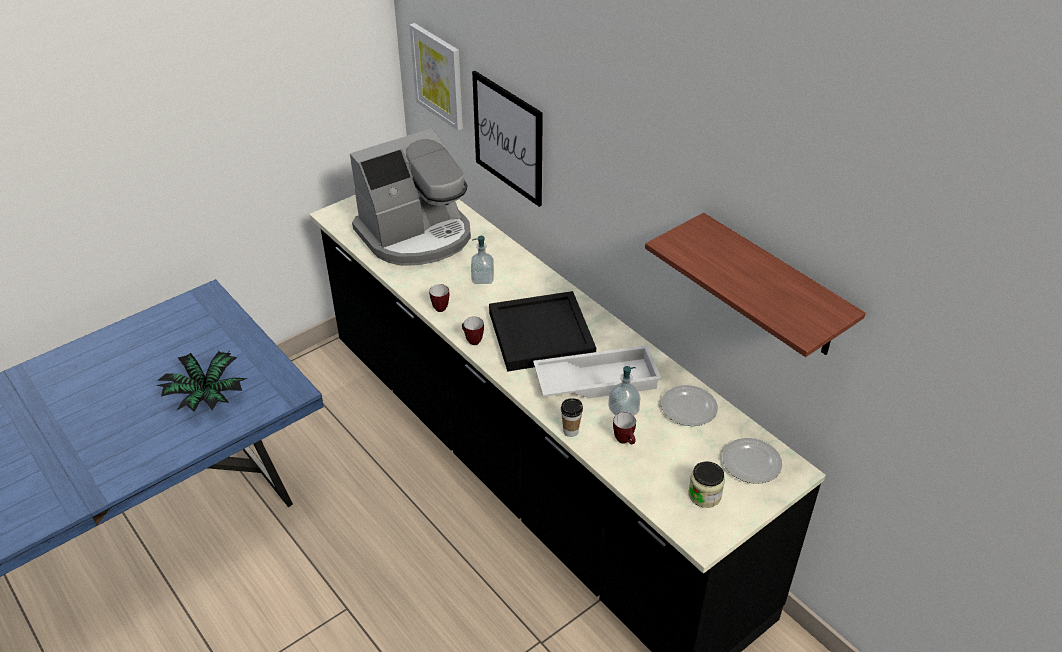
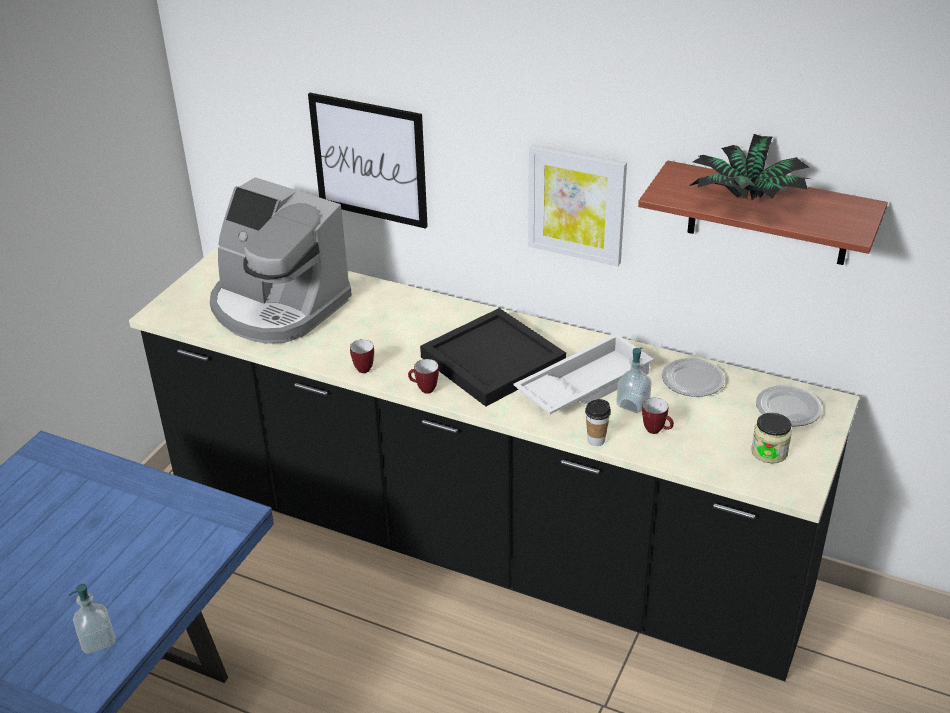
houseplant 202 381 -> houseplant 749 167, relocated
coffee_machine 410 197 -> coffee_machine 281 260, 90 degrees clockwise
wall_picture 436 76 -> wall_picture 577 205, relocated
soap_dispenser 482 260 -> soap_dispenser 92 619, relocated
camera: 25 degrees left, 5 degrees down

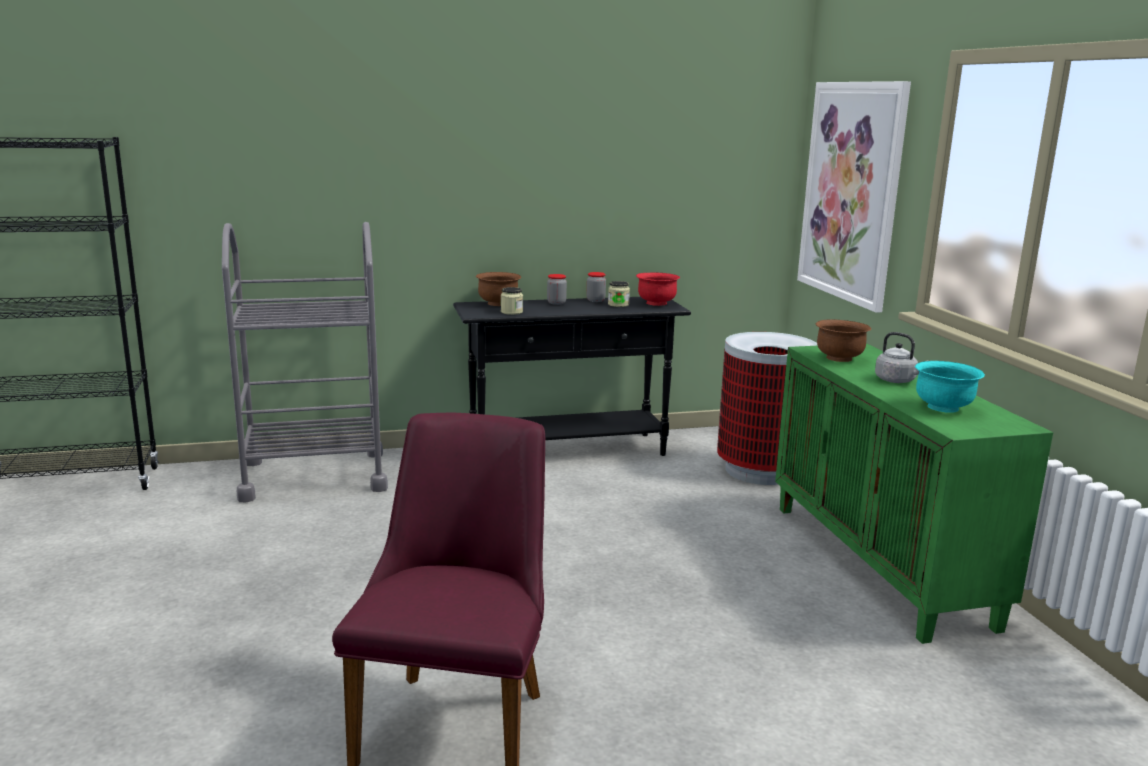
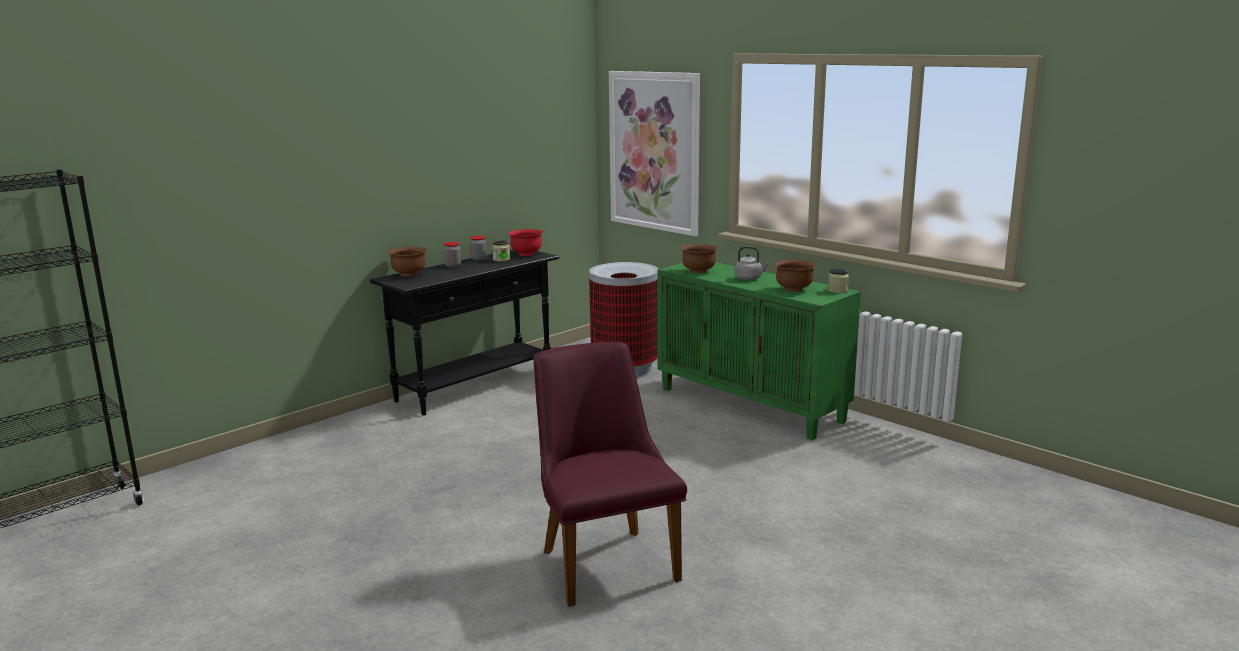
gray_wheeled_cart 305 362 -> none
storage_jar 512 301 -> storage_jar 838 280, relocated
turquoise-coloured_deep_dish 950 387 -> brown_deep_dish 795 276
camera: 30 degrees left, 0 degrees up

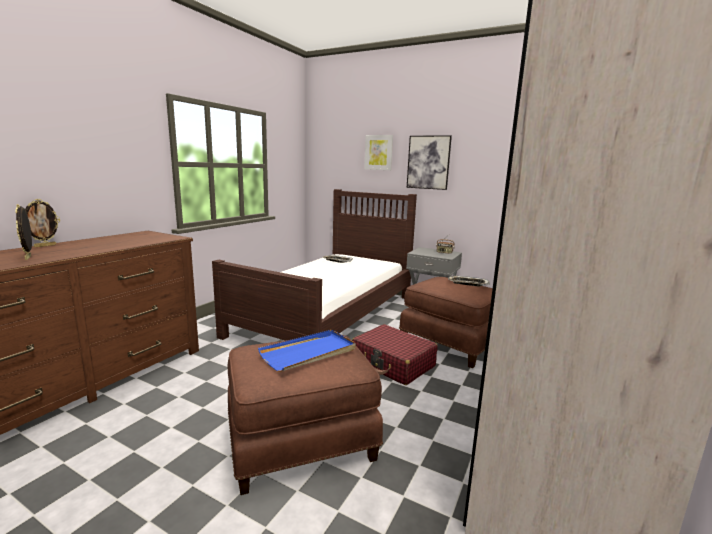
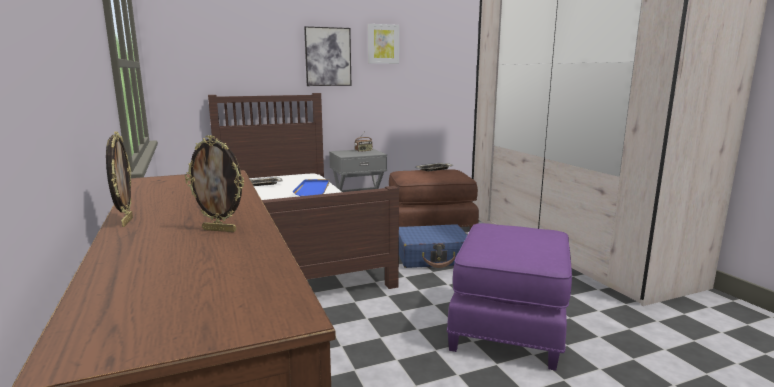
brown_ottoman 305 415 -> purplish_ottoman 509 297
bluish_tray 307 351 -> bluish_tray 311 187, relocated
reddish_suitcase 395 354 -> bluish_suitcase 433 246
wall_picture 378 152 -> wall_picture 383 44, relocated
camera: 50 degrees left, 0 degrees up

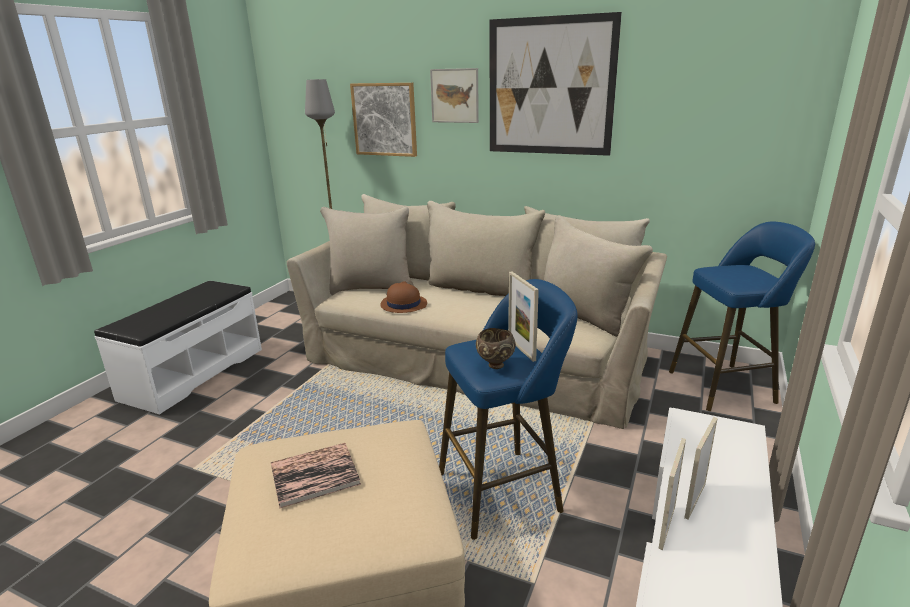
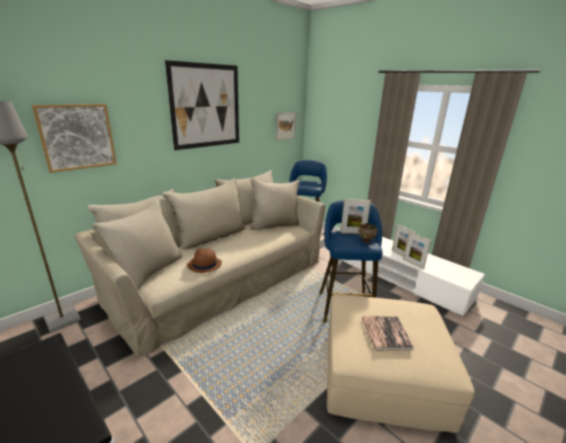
wall_picture 454 95 -> wall_picture 286 126, relocated
camera: 70 degrees left, 0 degrees up

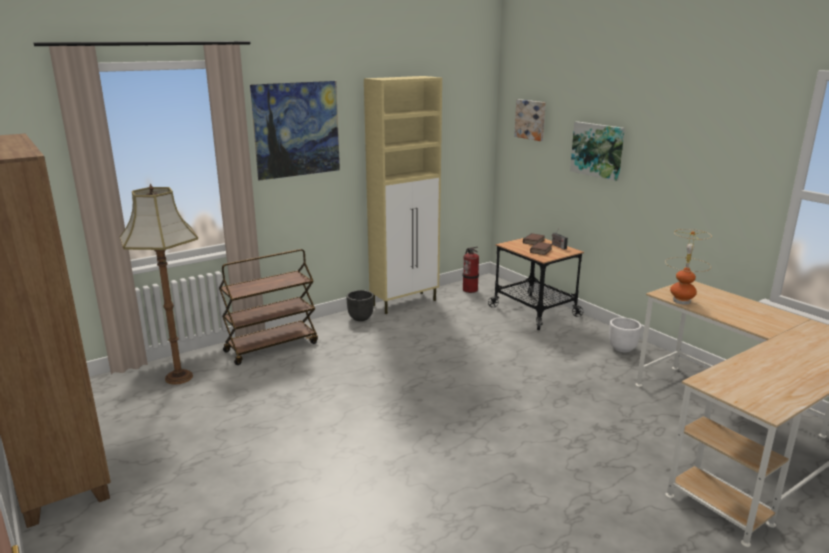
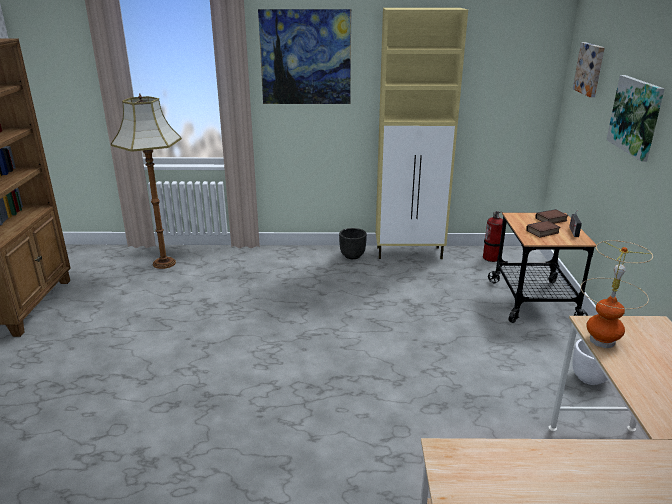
brown_wheeled_cart 268 307 -> none
camera: 35 degrees right, 5 degrees up

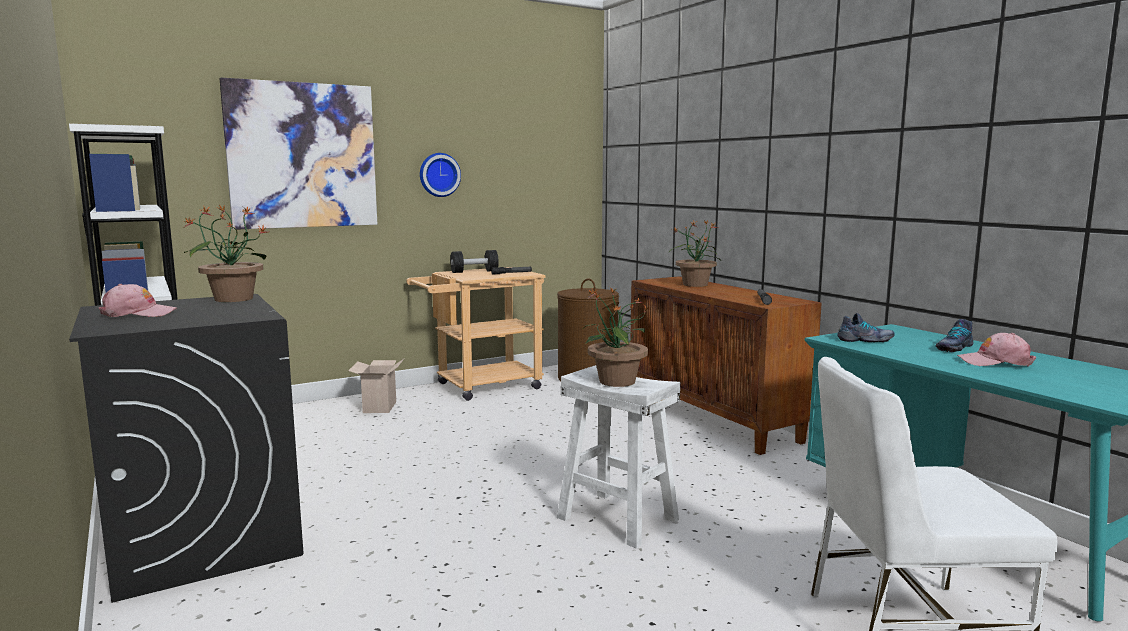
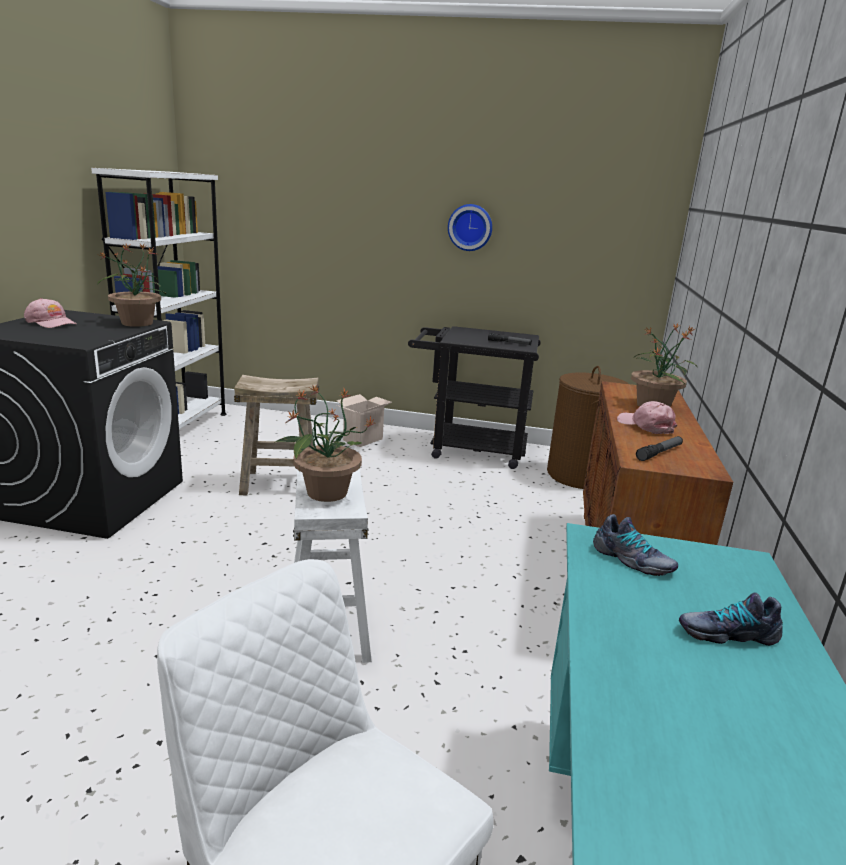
wall_picture 298 154 -> none
beige-coloured_wheeled_cart 476 334 -> black_wheeled_cart 474 397
black_free_weight 474 261 -> none
pink-coloured_cap 996 349 -> pink-coloured_cap 647 417, relocated
none -> beige-coloured_stool 276 435
camera: 40 degrees right, 10 degrees up

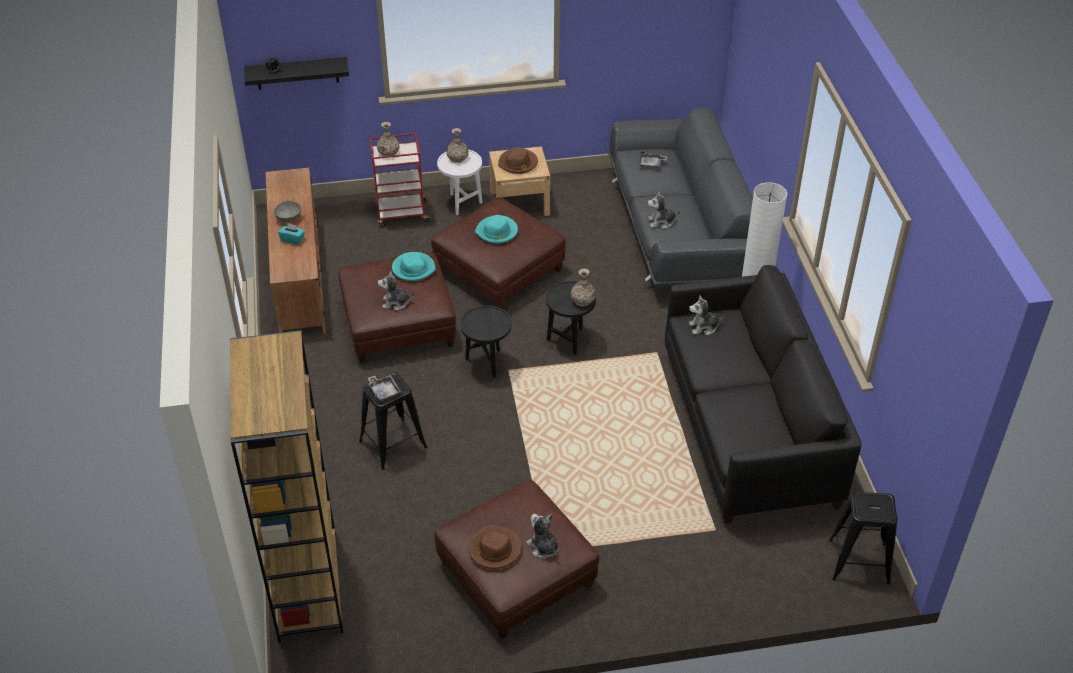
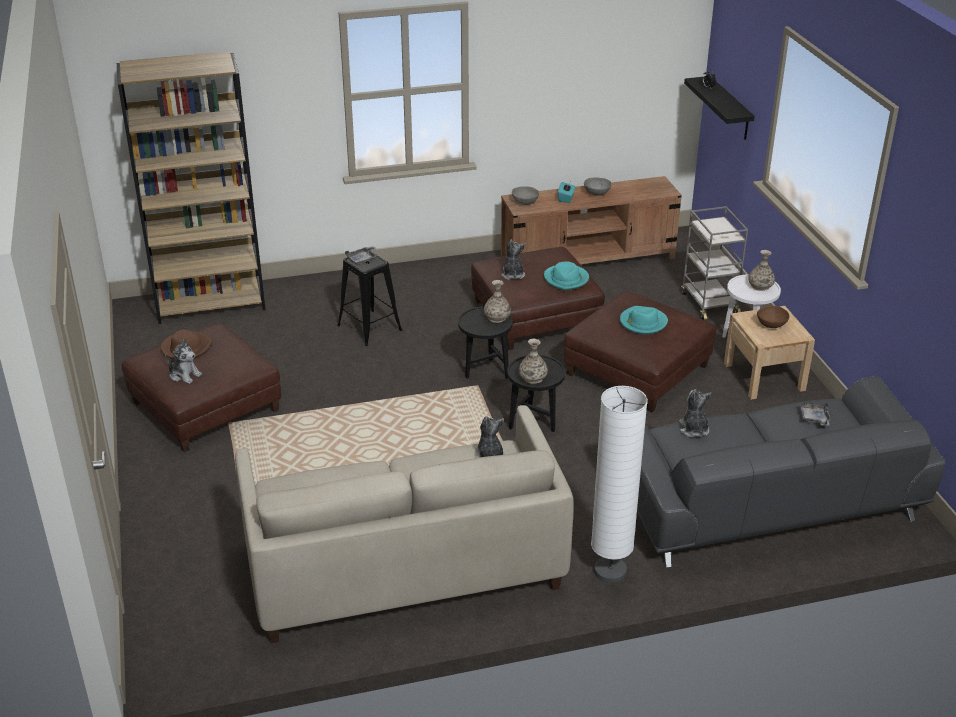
reddish_wheeled_cart 401 180 -> gray_wheeled_cart 714 263
vase 388 139 -> vase 497 301, relocated
brown_clothing_hat 518 160 -> brown_deep_dish 773 317
cuddly_toy 542 535 -> cuddly_toy 183 361, 75 degrees clockwise
black_couch 763 394 -> beige-coloured_couch 404 524
black_stool 863 538 -> none
none -> gray_deep_dish 525 195
camera: 85 degrees right, 10 degrees down

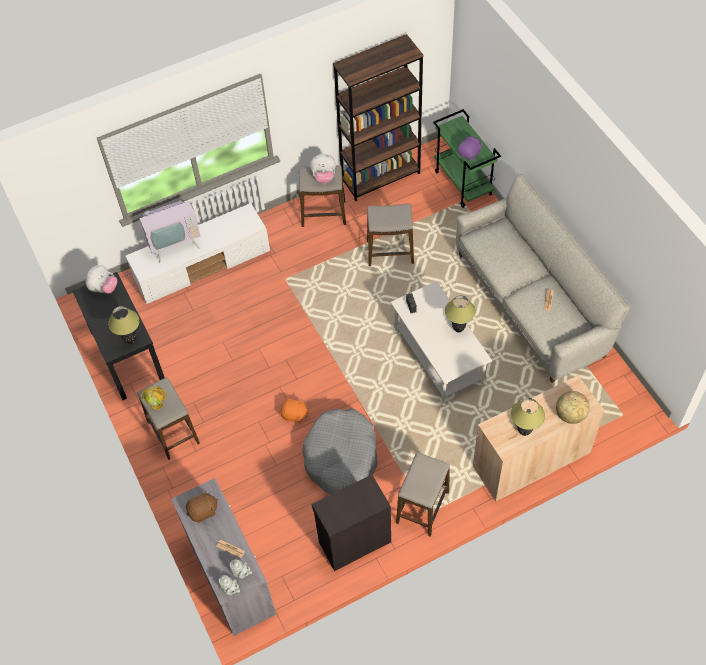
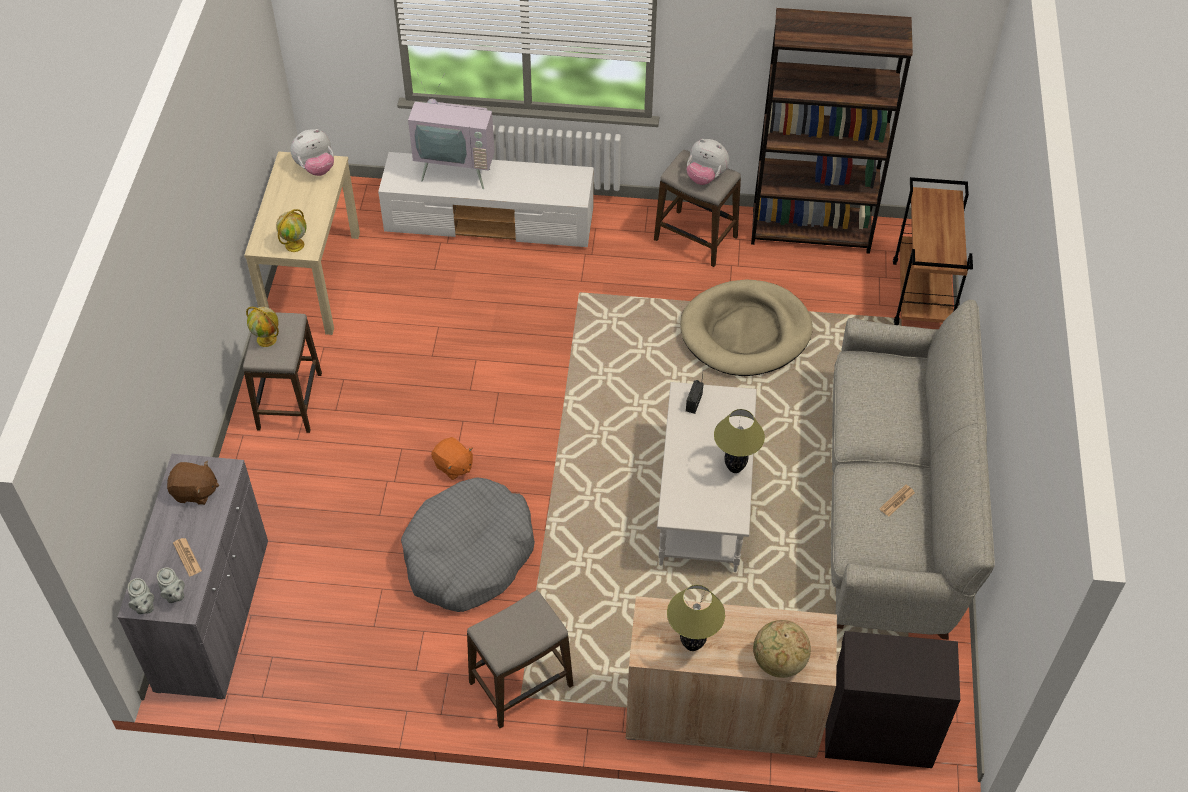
black_console_table 118 336 -> beige-coloured_console_table 302 243
lamp_for_a_table 124 325 -> globe 291 230
black_storage_cabinet 351 523 -> black_storage_cabinet 892 699, relocated
stool 390 234 -> beige-coloured_pet_bed 746 328
green_wheeled_cart 467 158 -> brown_wheeled_cart 933 251
purplish_cuddly_toy 470 148 -> none
camera: 30 degrees right, 5 degrees down

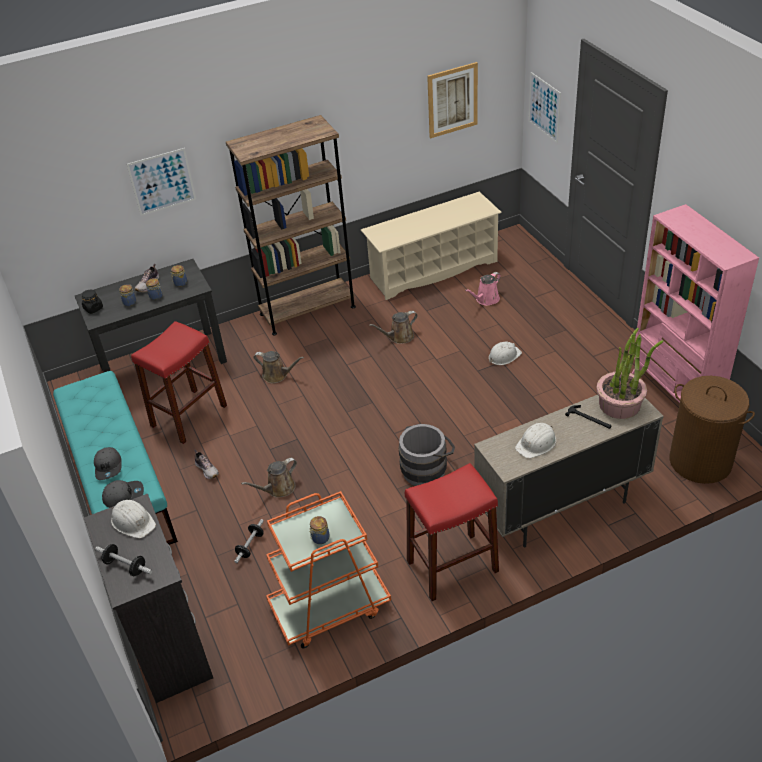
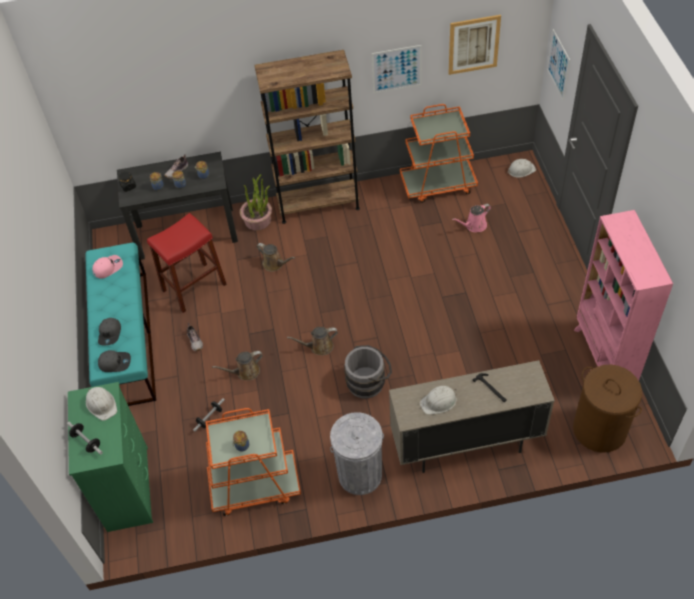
black_dresser 148 598 -> green_dresser 110 457
wall_picture 161 182 -> wall_picture 397 69, relocated
beige-coloured_shoe_rack 431 246 -> orange_wheeled_cart 439 153
brown_watering_pot 393 327 -> brown_watering_pot 312 341, relocated
reddish_stool 452 532 -> gray_rubbish_bin 357 453
whitish_safety_helmet 505 353 -> whitish_safety_helmet 521 168, relocated
houseplant 630 373 -> houseplant 256 202, relocated
none -> pink-coloured_cap 107 267
camera: 15 degrees right, 10 degrees up

